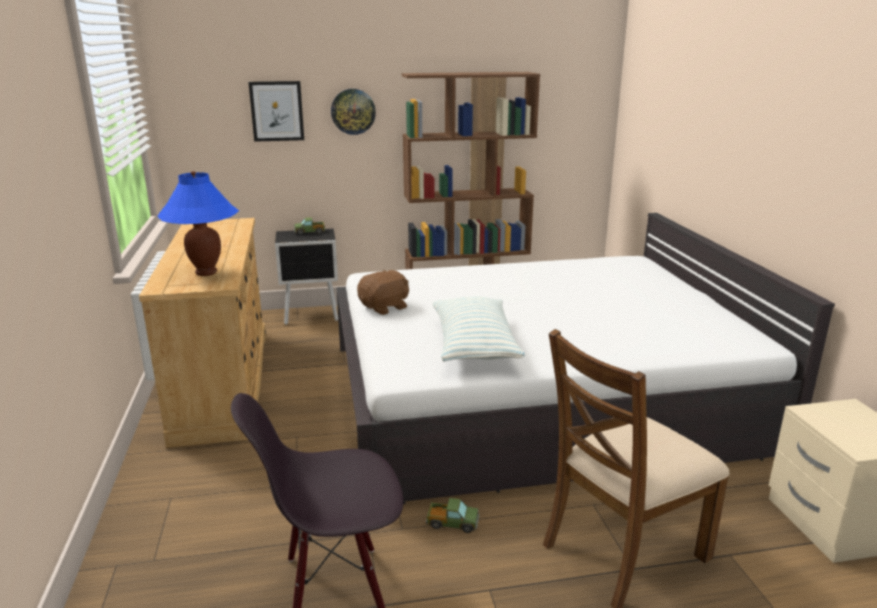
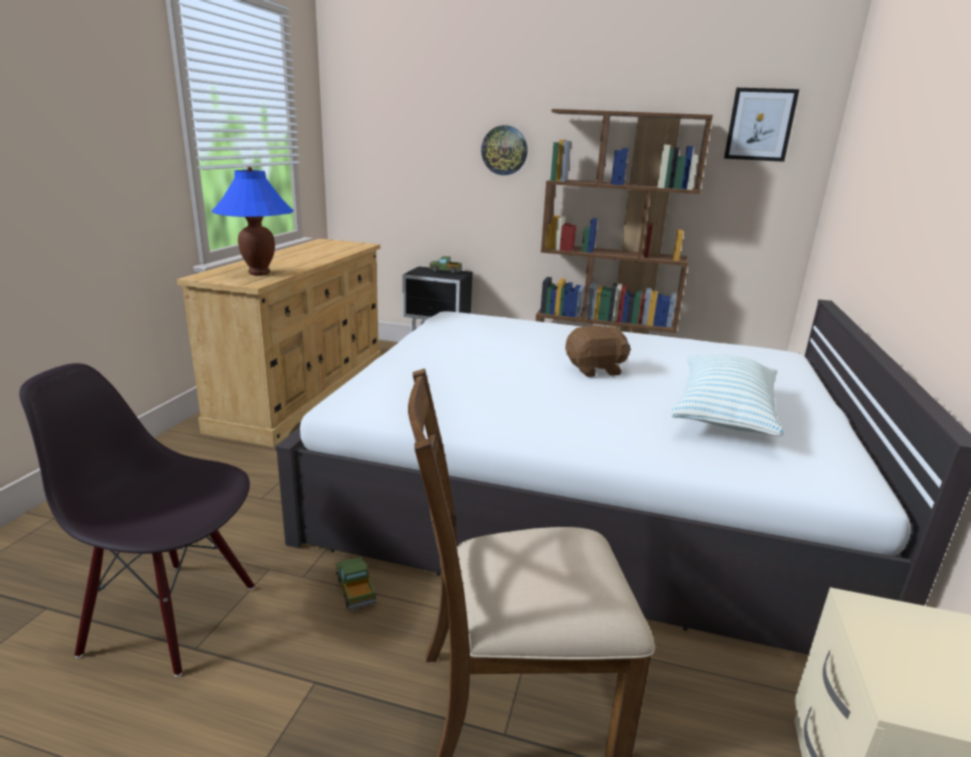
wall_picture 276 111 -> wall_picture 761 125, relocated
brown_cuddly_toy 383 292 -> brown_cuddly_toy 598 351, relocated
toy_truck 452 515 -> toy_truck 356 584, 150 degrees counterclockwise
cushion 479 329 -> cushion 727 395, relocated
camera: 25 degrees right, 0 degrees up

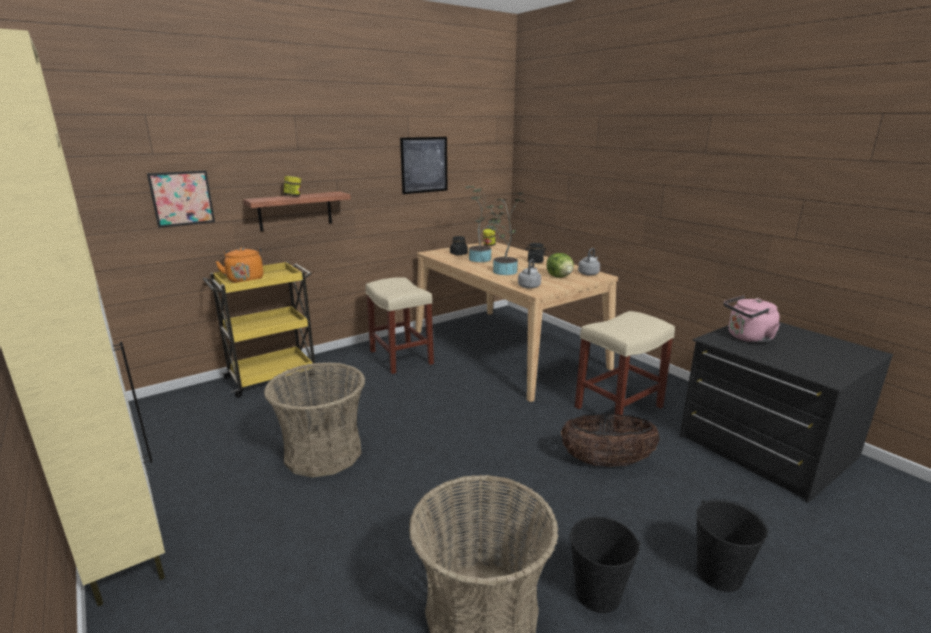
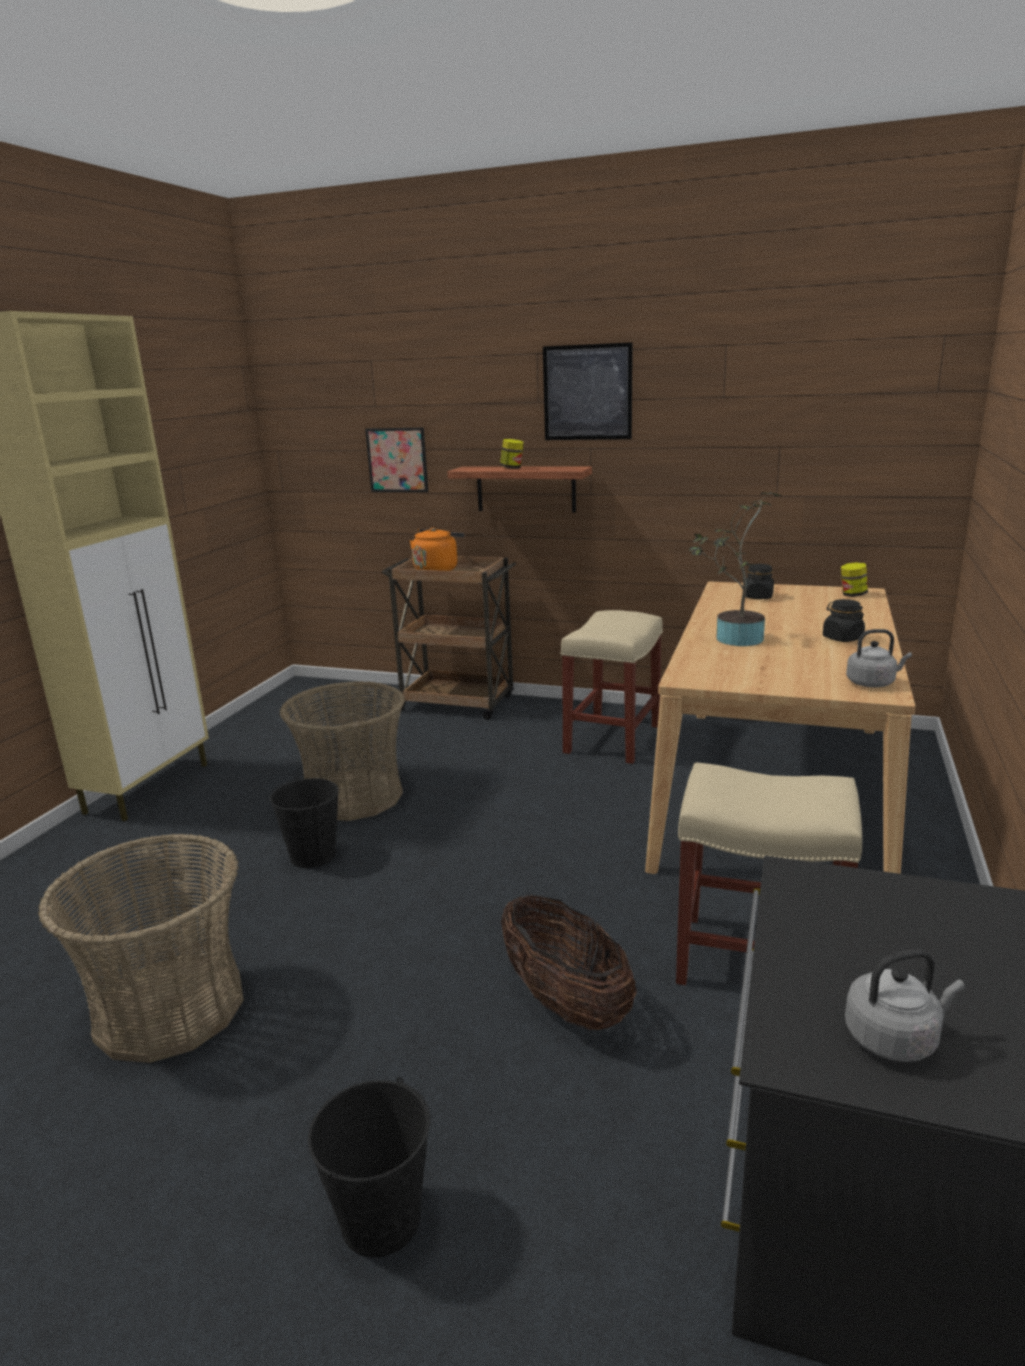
yellow_wheeled_cart 259 329 -> brown_wheeled_cart 448 638
wall_picture 424 165 -> wall_picture 588 391, relocated
houseplant 485 224 -> none
gray_water_kettle 529 274 -> gray_water_kettle 905 1005, relocated
lettuce_head 560 265 -> none
black_water_bucket 605 565 -> black_water_bucket 304 822, relocated
pink-coloured_water_kettle 752 319 -> none
camera: 55 degrees right, 0 degrees up

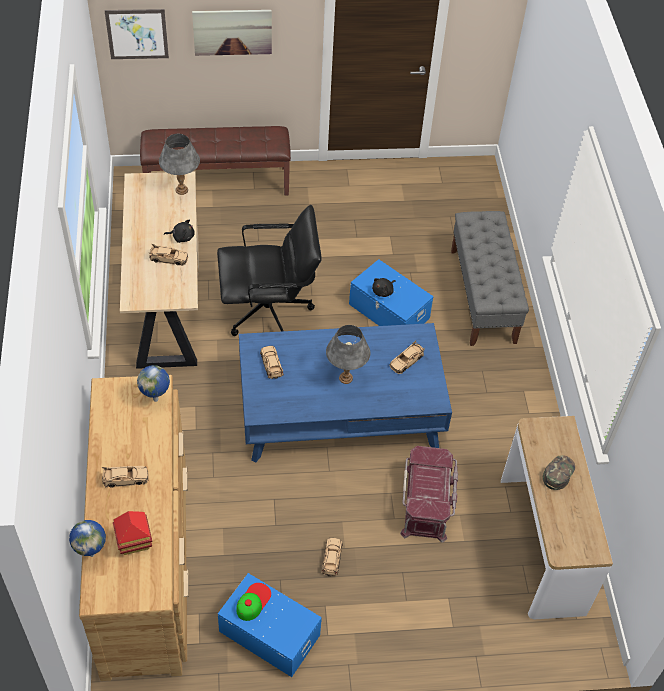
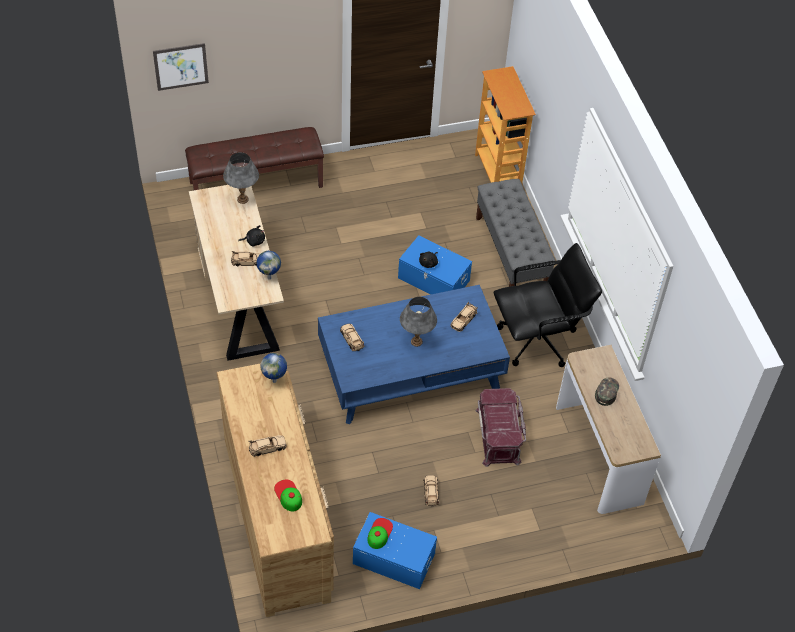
globe 87 538 -> globe 268 265, relocated
model_house 133 533 -> cap 288 496
wall_picture 232 33 -> none
black_computer_chair 269 270 -> black_computer_chair 548 305, relocated
none -> shelving_unit 505 124
camera: 10 degrees left, 0 degrees up

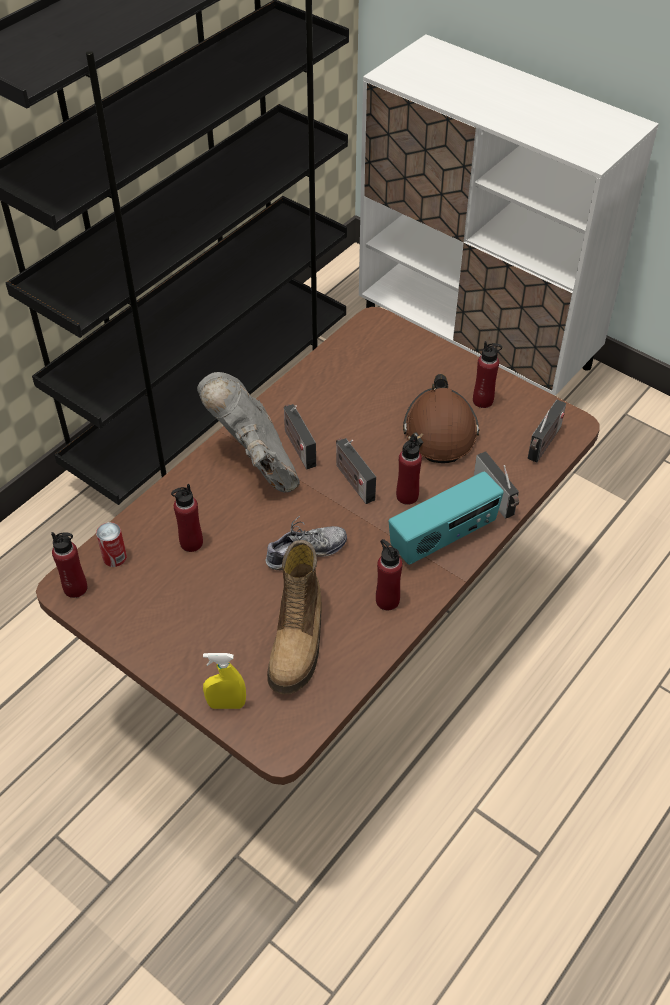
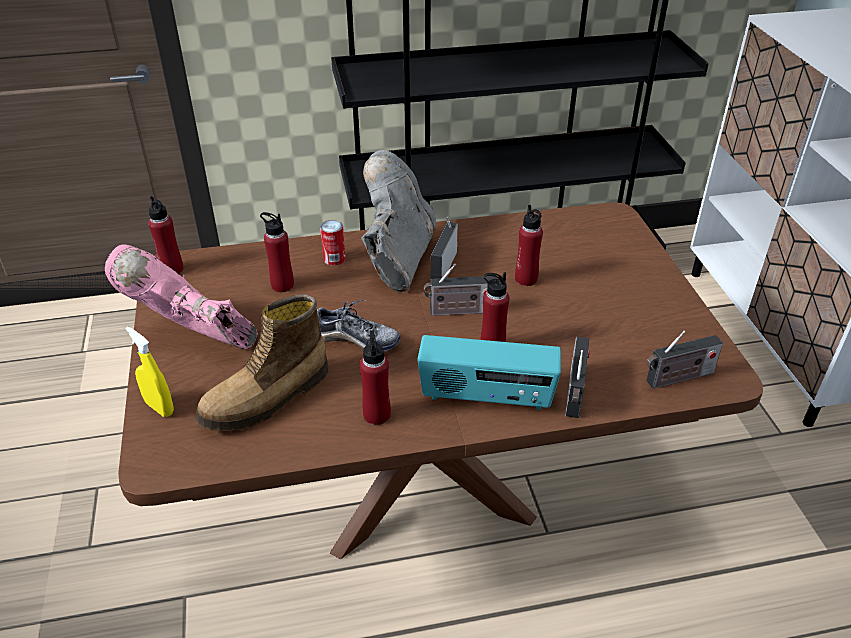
sealed_can 111 544 -> sealed_can 333 243, relocated
radio 356 471 -> radio 460 290, 105 degrees counterclockwise
brown_safety_helmet 441 418 -> none
reddish_drink_bottle 487 374 -> reddish_drink_bottle 529 245, relocated
none -> pink-coloured_boot 181 296
camera: 40 degrees right, 10 degrees down

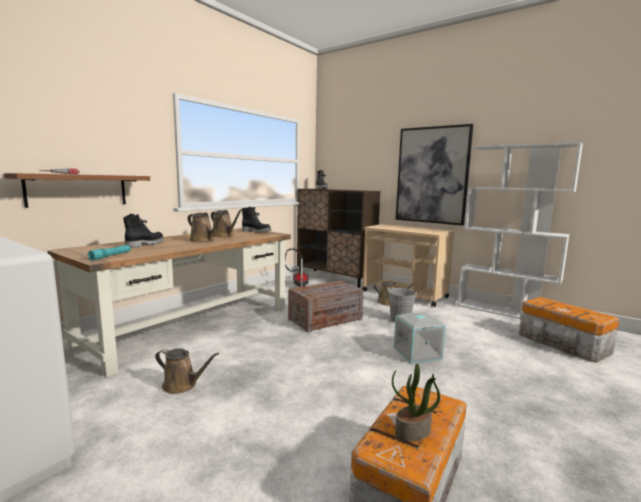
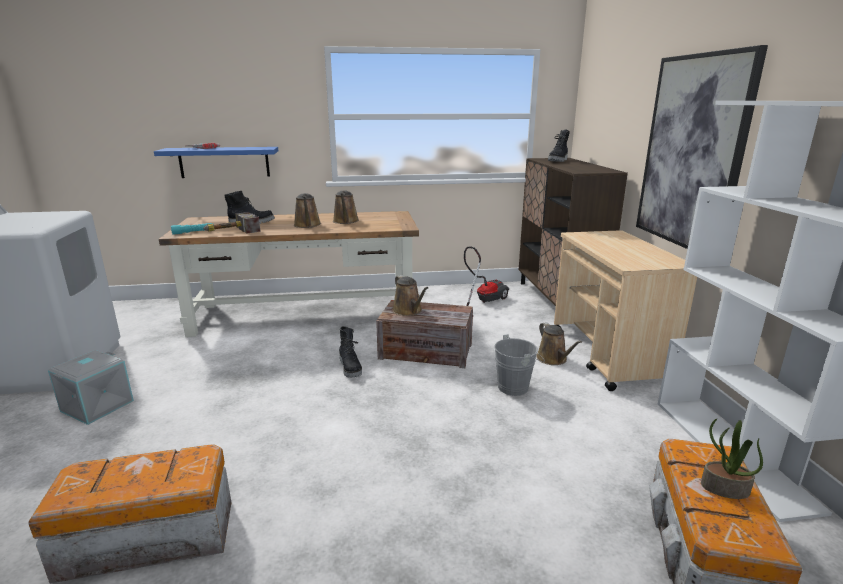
brown_wall_shelf 77 190 -> bluish_wall_shelf 216 162
brown_watering_pot 187 371 -> brown_watering_pot 411 295, relocated
black_boot 256 220 -> black_boot 350 352, relocated
houseplant 416 402 -> houseplant 732 459, relocated
gray_storage_container 420 338 -> gray_storage_container 91 387, relocated
none -> hand_hammer 232 223
camera: 45 degrees right, 10 degrees up

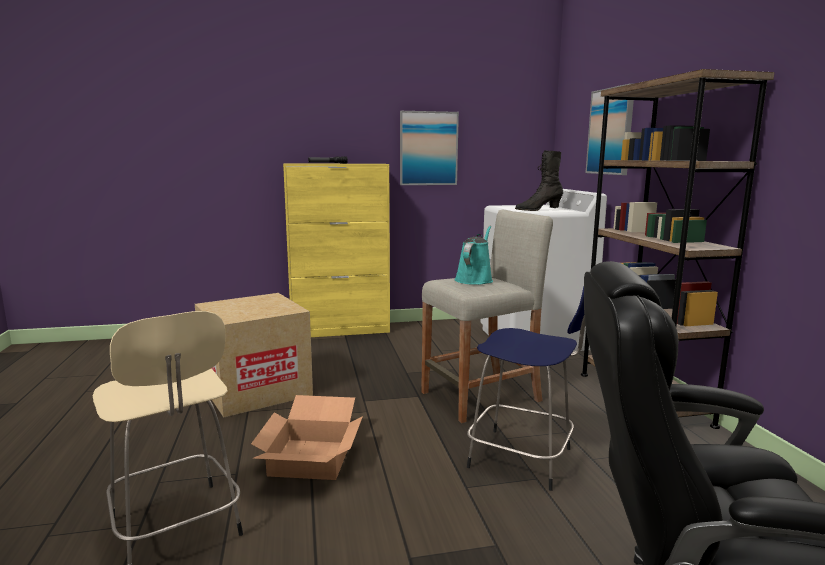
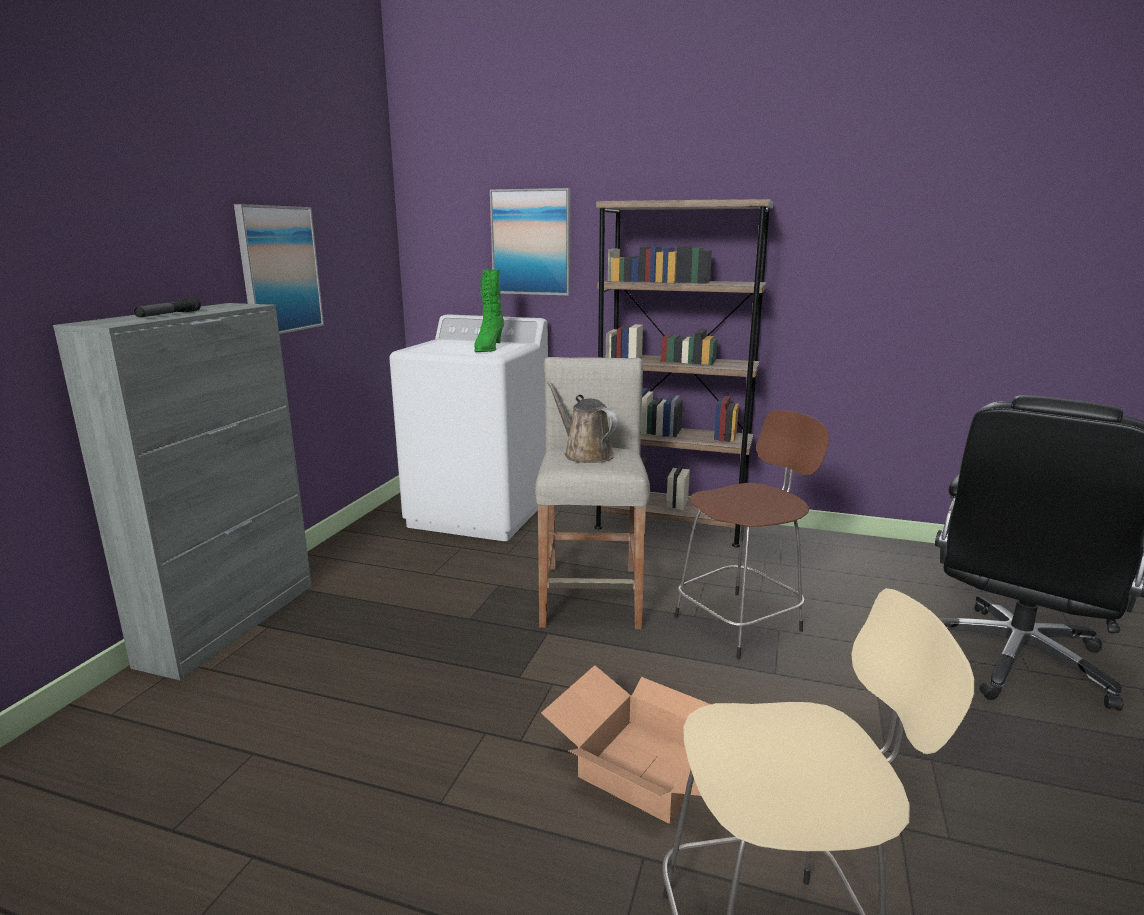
carton 254 355 -> none
yellow_storage_cabinet 336 250 -> gray_storage_cabinet 182 491
turquoise-coloured_watering_pot 473 255 -> brown_watering_pot 582 422
bluish_stool 526 389 -> brown_stool 751 535
black_boot 539 180 -> green_boot 489 310
camera: 60 degrees left, 5 degrees up

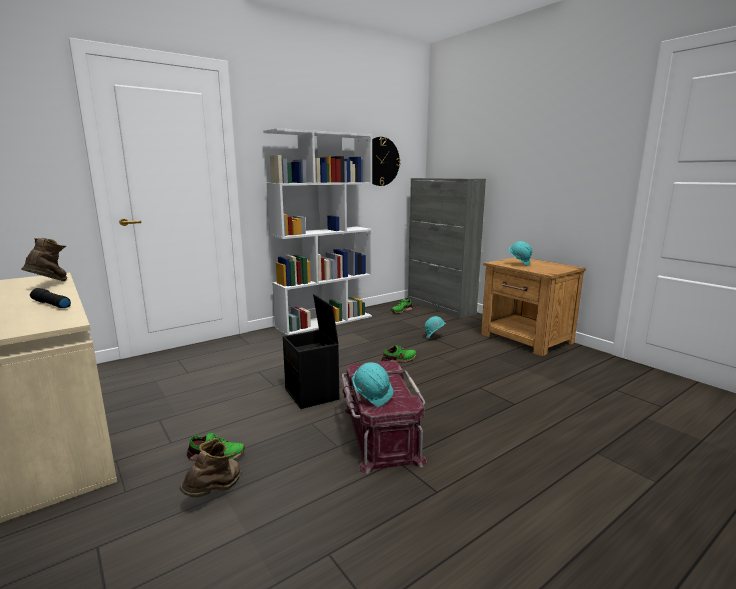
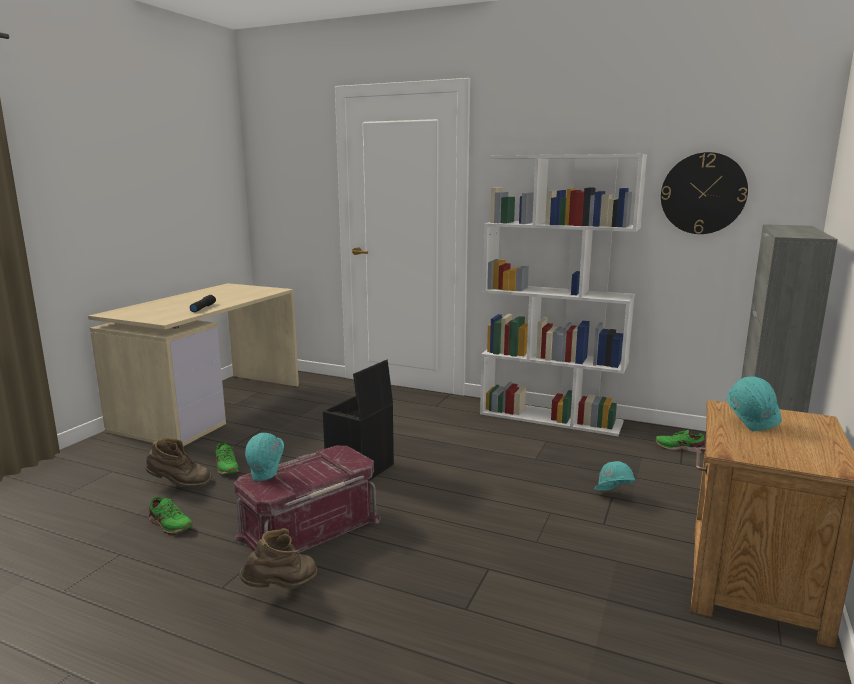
brown_boot 44 259 -> brown_boot 278 558, relocated
green_low_shoe 398 354 -> green_low_shoe 171 515, relocated
camera: 60 degrees right, 0 degrees up

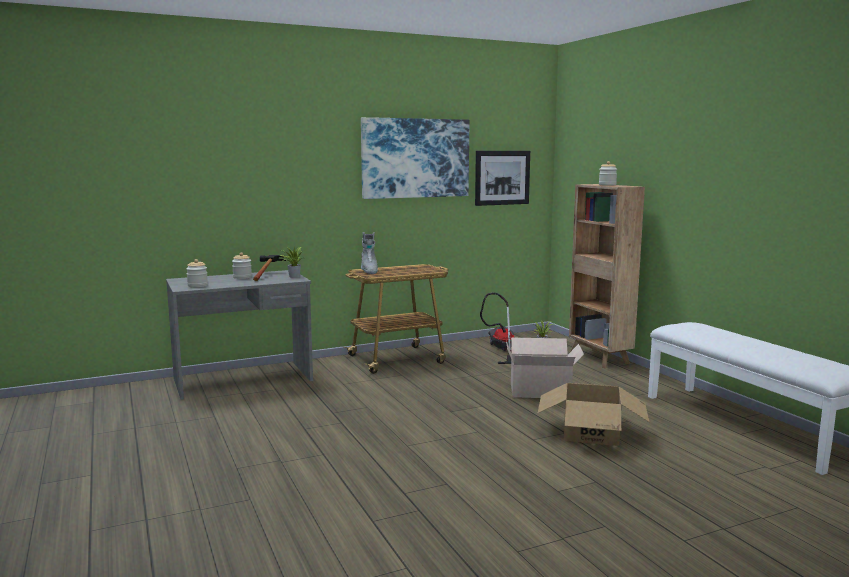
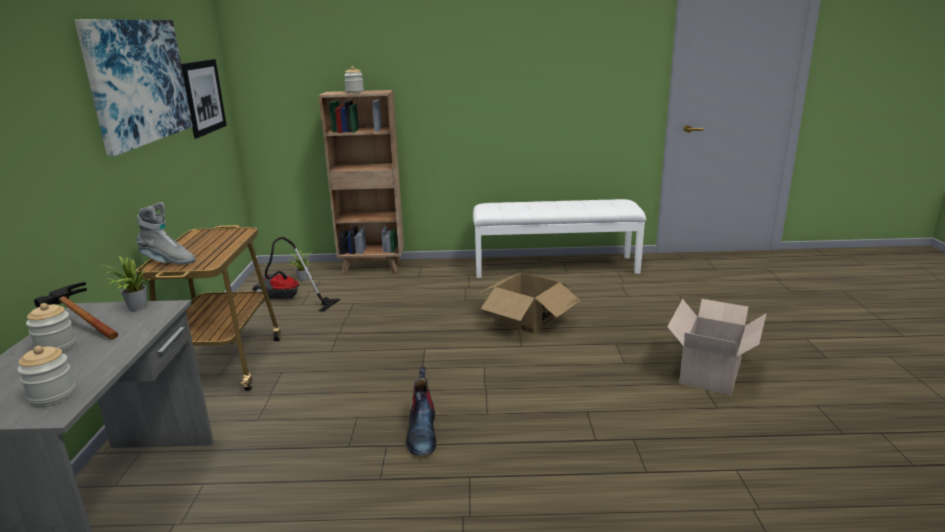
carton 545 368 -> carton 716 347, relocated
none -> boot 421 411
camera: 65 degrees left, 10 degrees up

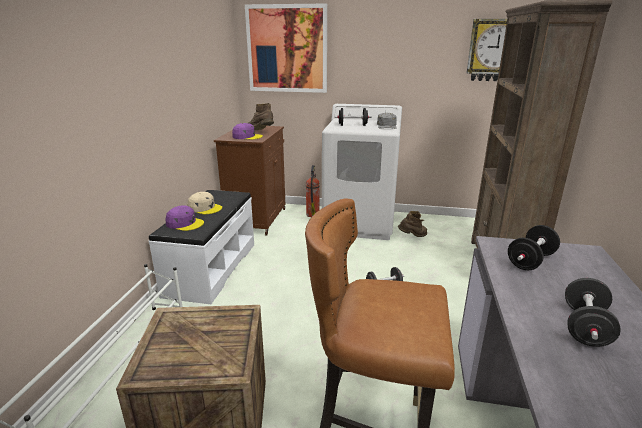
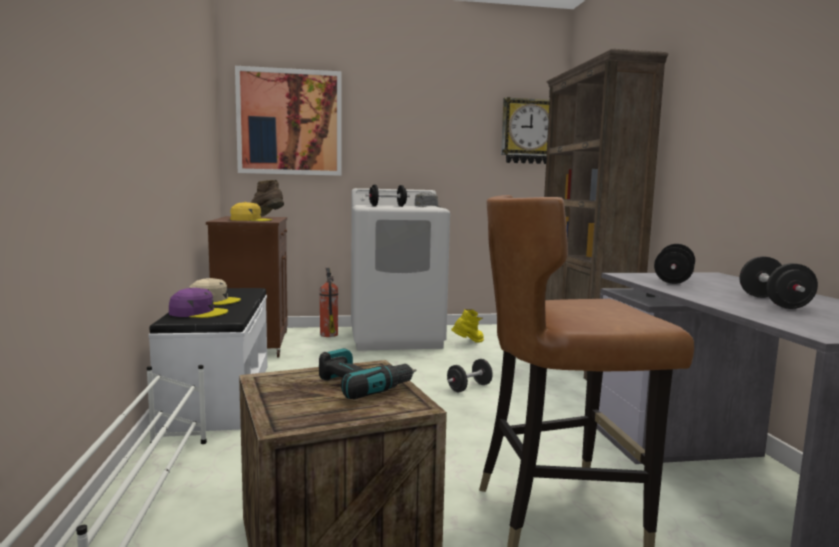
purplish_cap 247 131 -> yellow_cap 251 211
brown_boot 412 224 -> yellow_boot 467 326
none -> power_drill 368 373
camera: 20 degrees left, 15 degrees down

